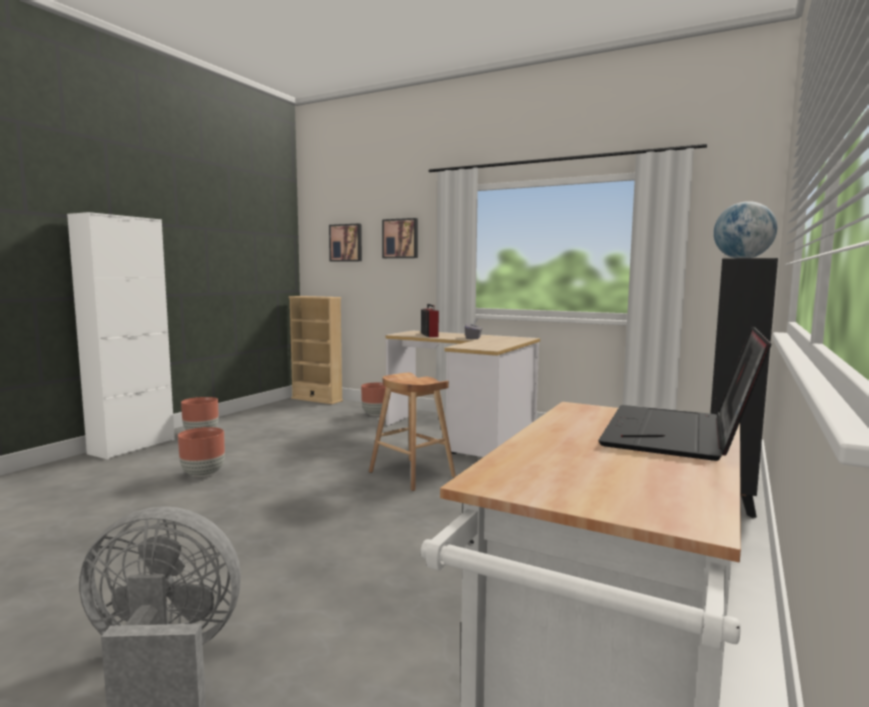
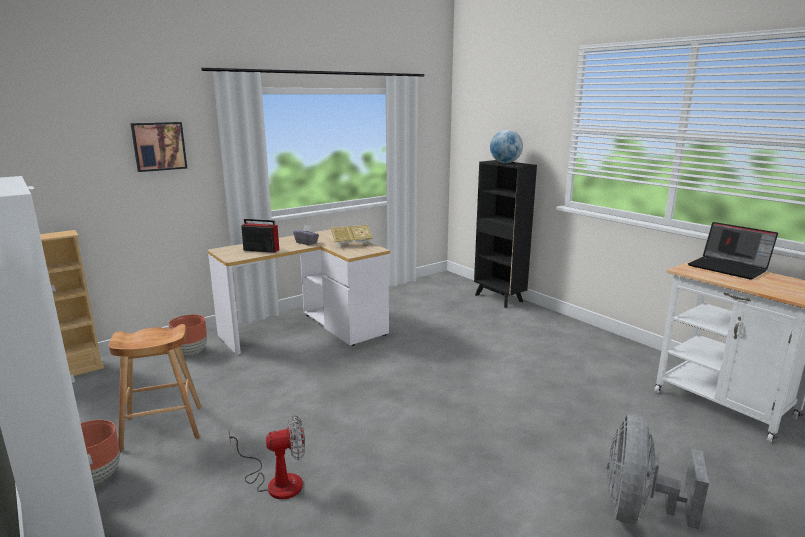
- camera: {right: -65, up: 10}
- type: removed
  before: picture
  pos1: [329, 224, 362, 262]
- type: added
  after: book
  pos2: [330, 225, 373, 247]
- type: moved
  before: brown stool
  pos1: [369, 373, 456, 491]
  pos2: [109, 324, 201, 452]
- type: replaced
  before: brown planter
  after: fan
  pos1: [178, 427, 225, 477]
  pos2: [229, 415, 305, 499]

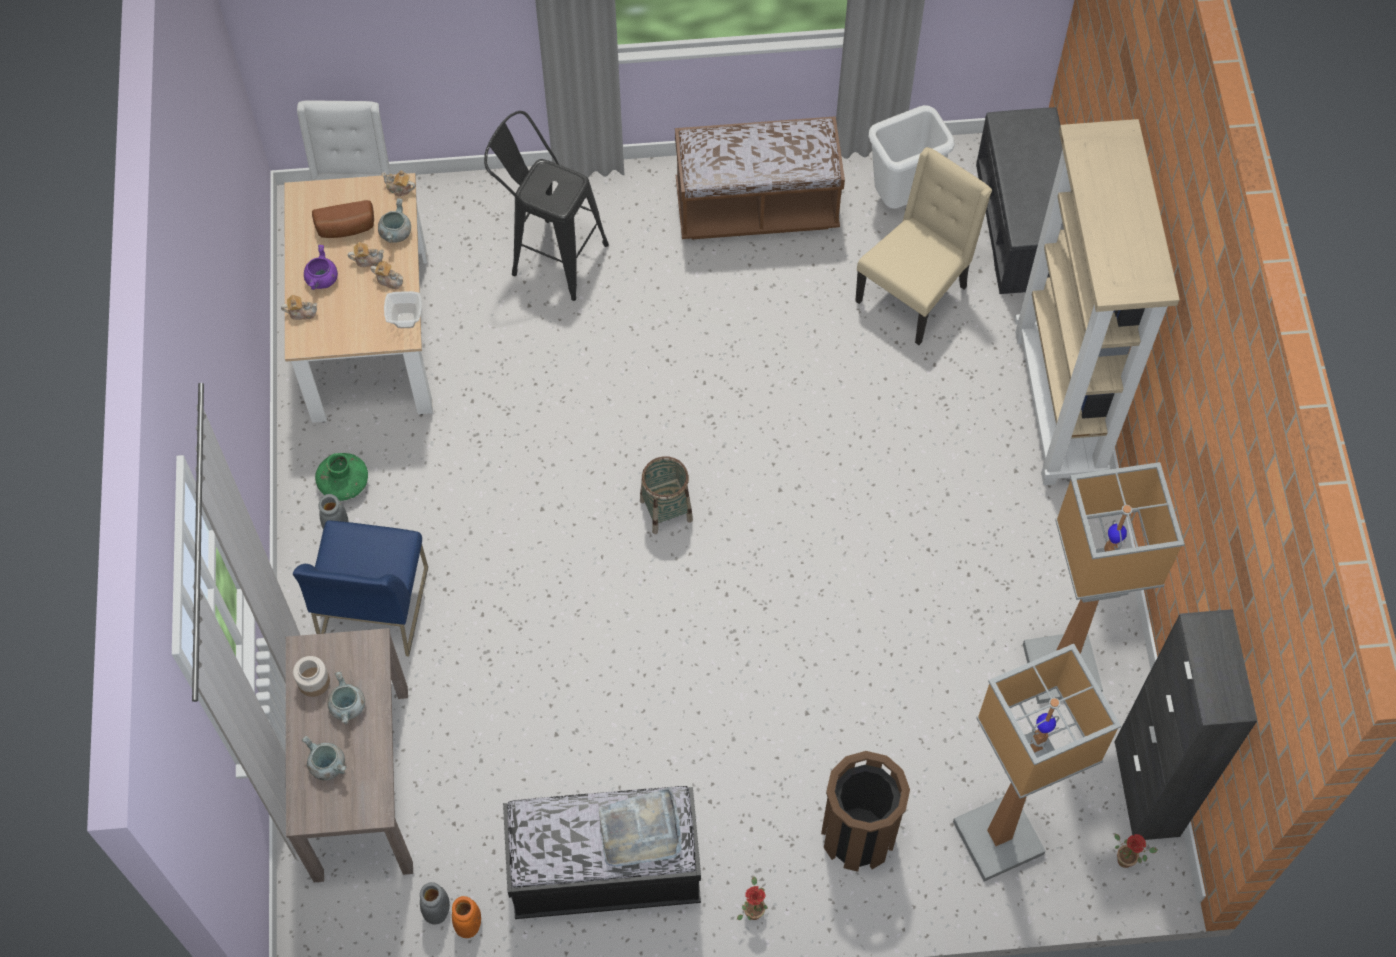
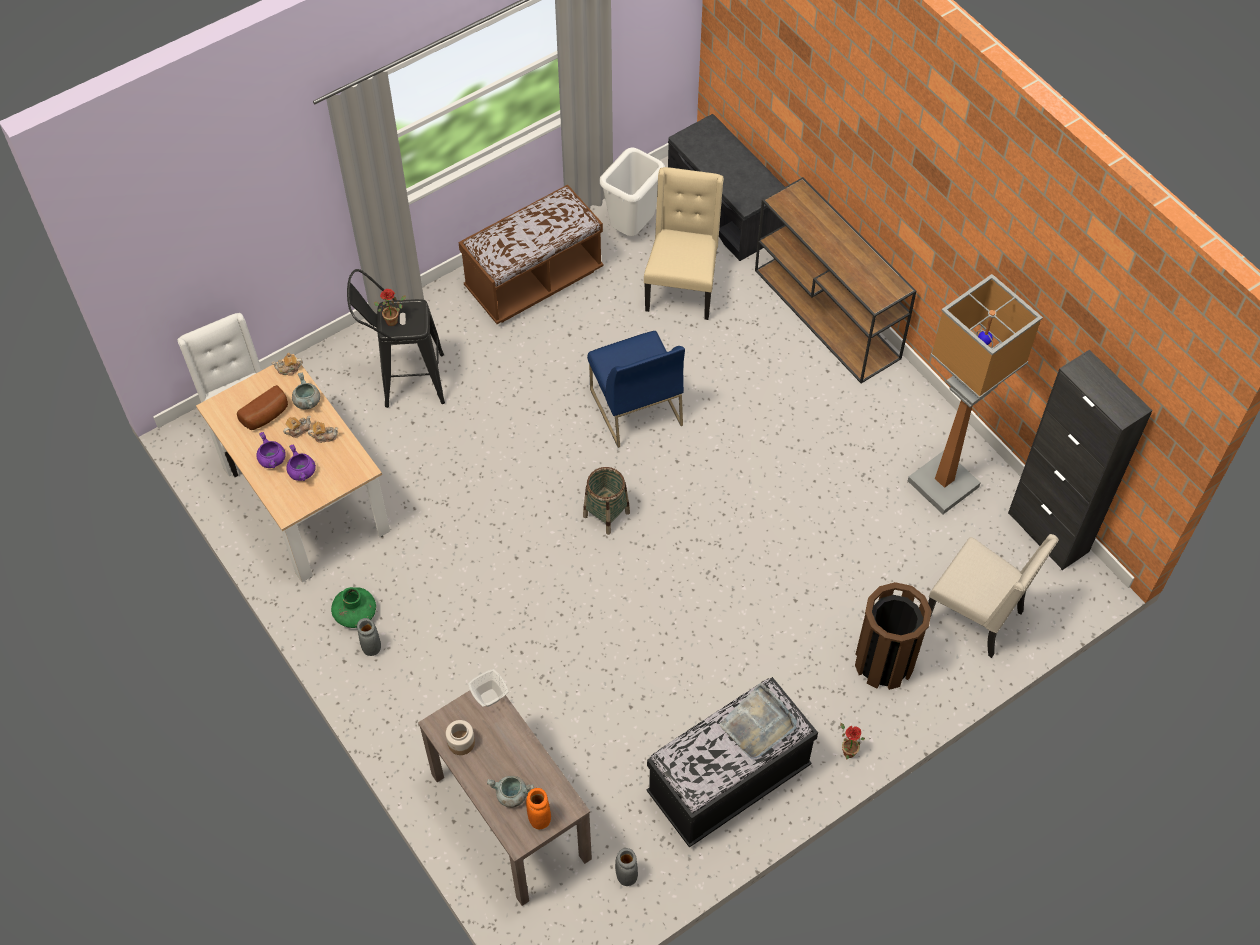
- camera: {right: -30, up: -5}
- type: removed
  before: teapot
  pos1: [281, 295, 318, 320]
- type: removed
  before: grey cooking pot
  pos1: [327, 672, 365, 724]
- type: added
  after: purple cooking pot
  pos2: [286, 444, 316, 481]
- type: moved
  before: blue chair
  pos1: [293, 520, 428, 657]
  pos2: [587, 331, 685, 448]
- type: moved
  before: bowl
  pos1: [384, 291, 422, 328]
  pos2: [468, 669, 508, 707]
- type: moved
  before: orange vase
  pos1: [452, 896, 481, 938]
  pos2: [526, 788, 551, 829]
- type: moved
  before: potted plant
  pos1: [1114, 834, 1158, 868]
  pos2: [374, 289, 406, 326]
- type: replaced
  before: floor lamp
  after: beige chair
  pos1: [953, 644, 1121, 881]
  pos2: [928, 534, 1059, 658]
- type: replaced
  before: beige bookcase
  after: brown console table
  pos1: [1015, 119, 1180, 485]
  pos2: [755, 177, 916, 383]

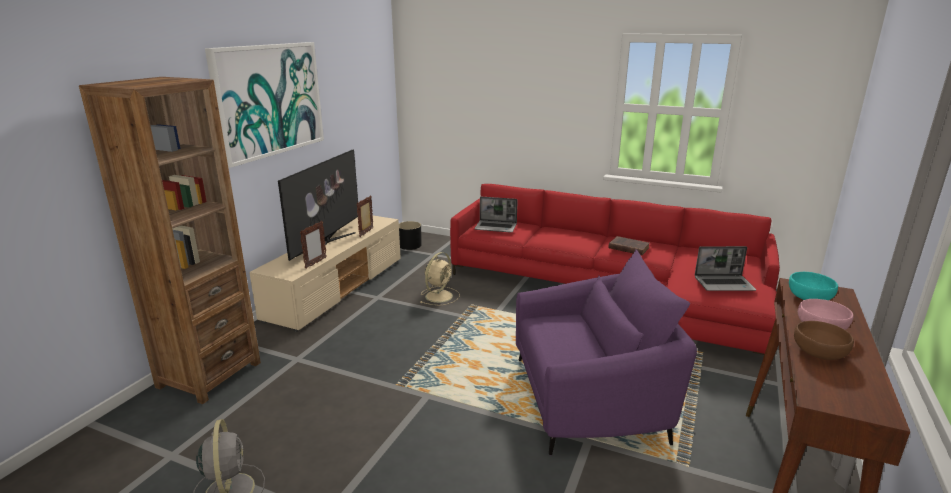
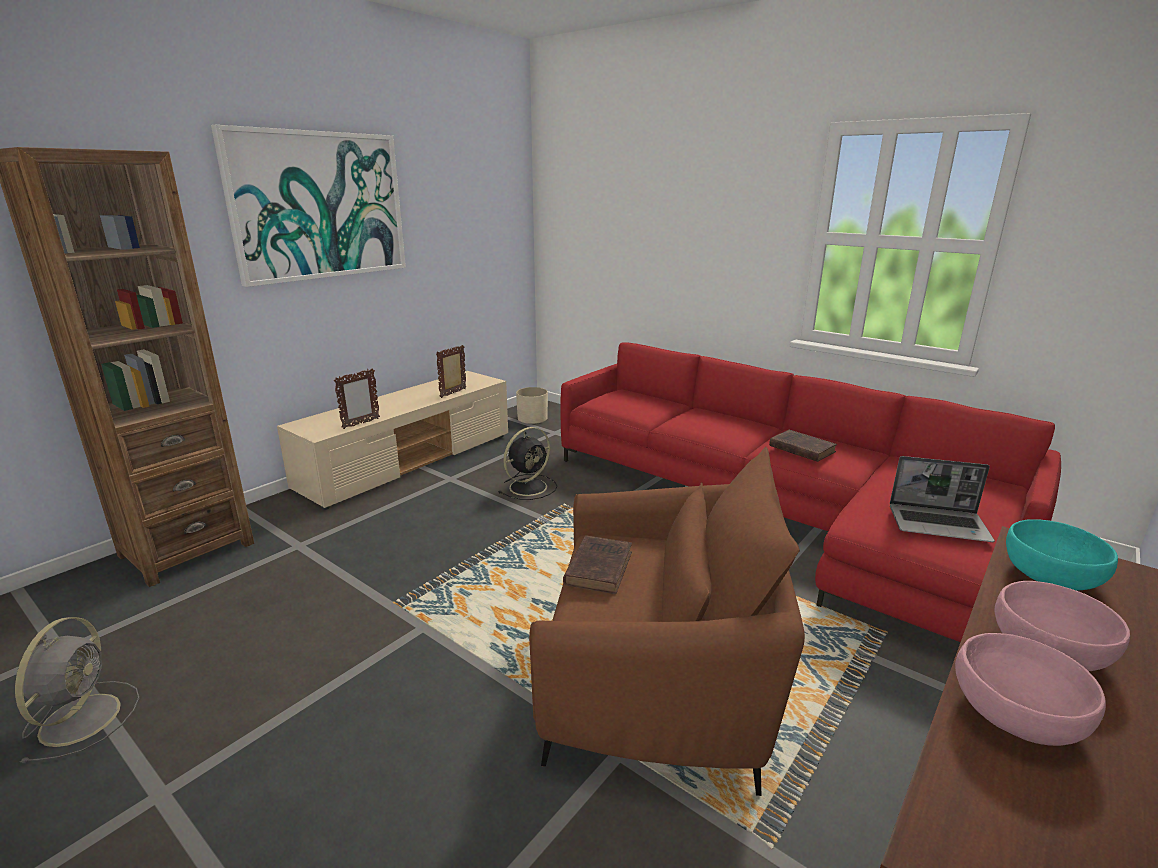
- camera: {right: 15, up: 0}
- type: removed
  before: television
  pos1: [278, 149, 359, 261]
- type: removed
  before: laptop
  pos1: [474, 197, 518, 232]
- type: added
  after: brown book
  pos2: [563, 535, 632, 594]
- type: recoloured
  before: black planter
  after: beige planter
  pos1: [399, 221, 421, 250]
  pos2: [516, 387, 548, 424]
- type: recoloured
  before: beige fan
  after: black fan
  pos1: [420, 252, 460, 306]
  pos2: [499, 427, 557, 500]
- type: recoloured
  before: purple armchair
  after: brown armchair
  pos1: [516, 250, 697, 455]
  pos2: [529, 447, 805, 796]
- type: recoloured
  before: brown bowl
  after: pink bowl
  pos1: [794, 321, 854, 360]
  pos2: [955, 633, 1106, 746]

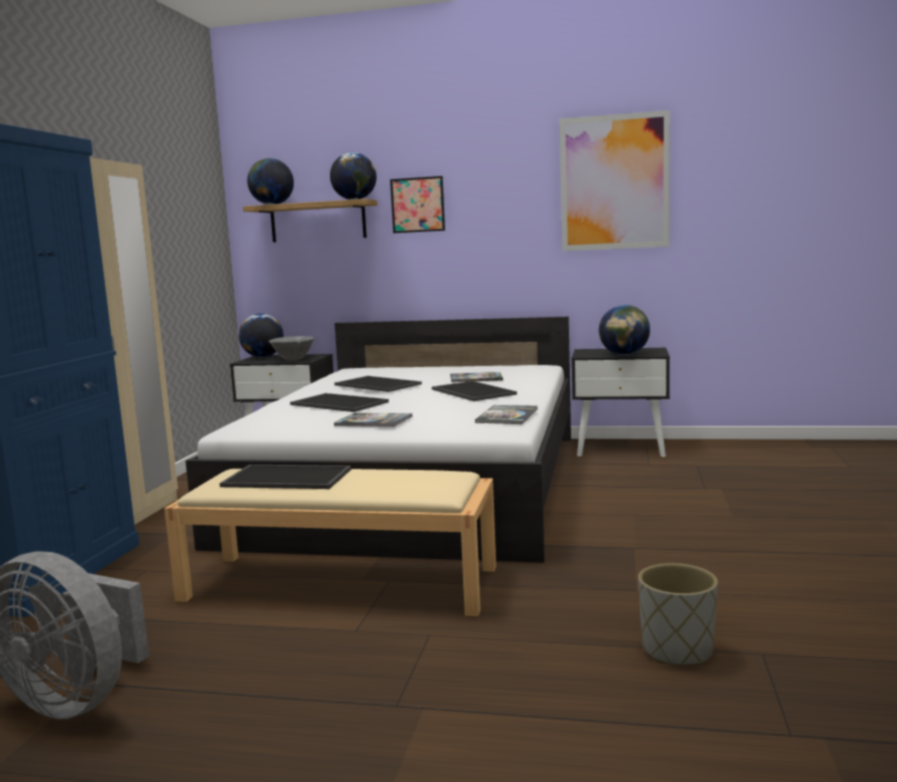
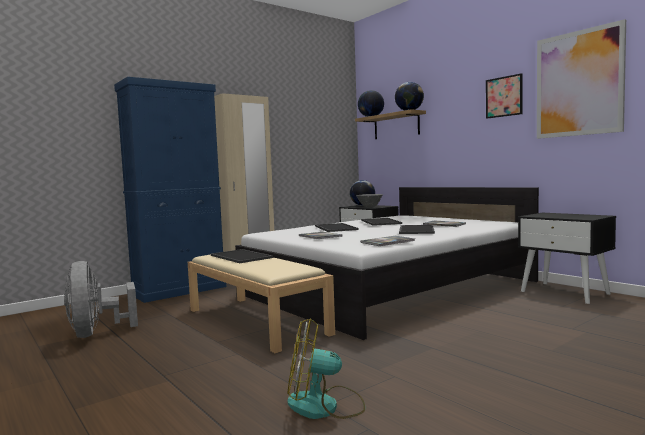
- camera: {right: 40, up: -5}
- type: removed
  before: globe
  pos1: [599, 305, 650, 355]
- type: moved
  before: picture
  pos1: [390, 176, 445, 233]
  pos2: [486, 73, 523, 119]
- type: replaced
  before: grey planter
  after: fan
  pos1: [638, 563, 718, 665]
  pos2: [287, 318, 365, 419]

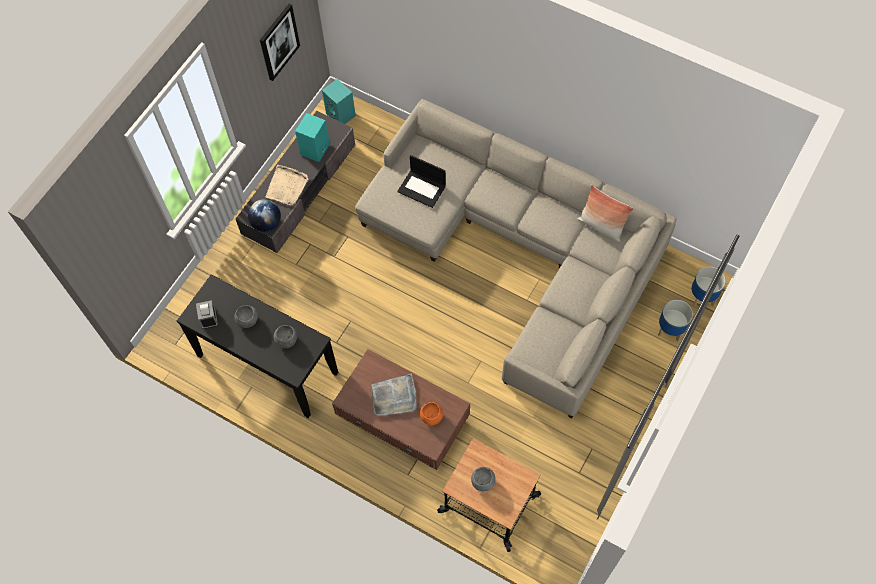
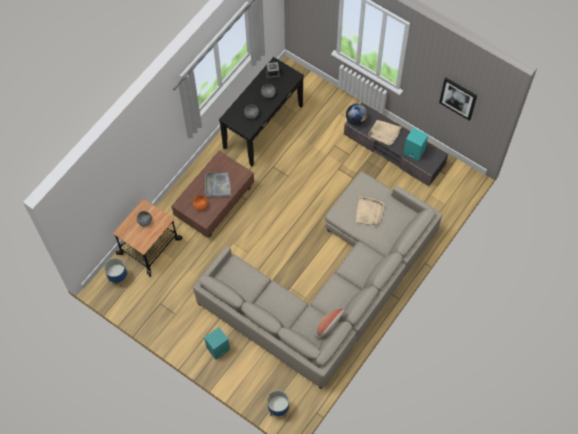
- camera: {right: 95, up: 0}
- type: moved
  before: turquoise speaker
  pos1: [322, 79, 356, 124]
  pos2: [204, 327, 230, 360]
- type: moved
  before: planter
  pos1: [658, 300, 693, 342]
  pos2: [104, 258, 128, 287]
- type: replaced
  before: laptop
  after: beige tray
  pos1: [397, 155, 446, 208]
  pos2: [356, 196, 385, 226]

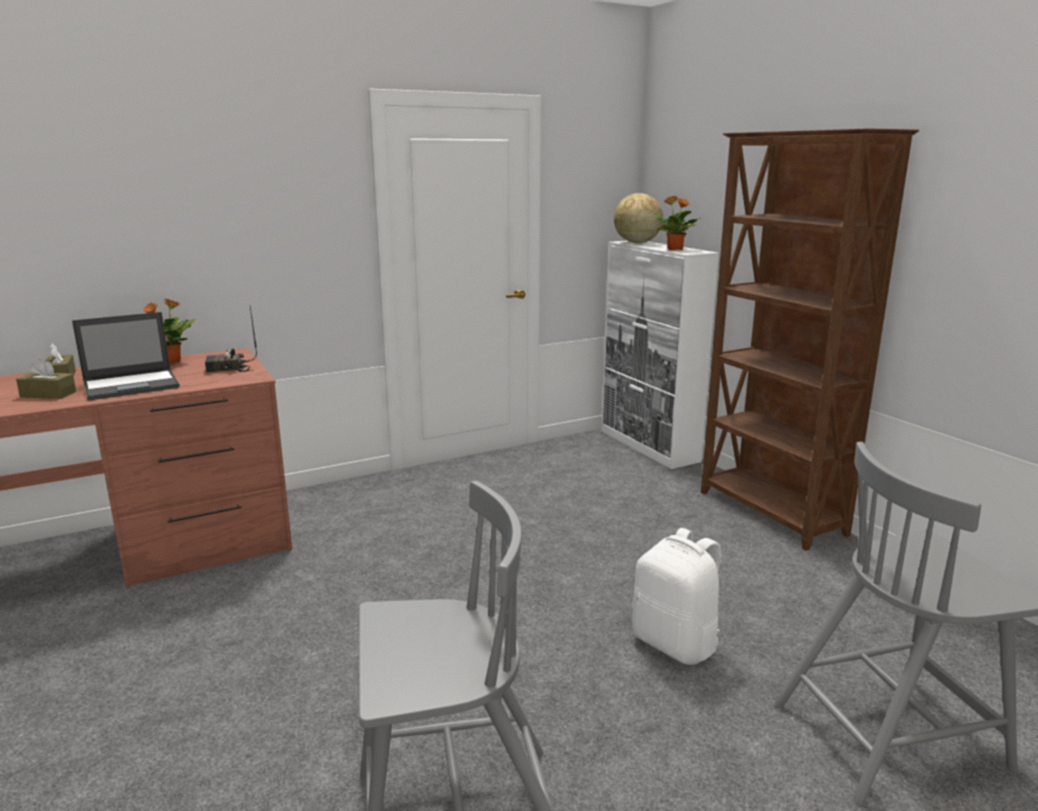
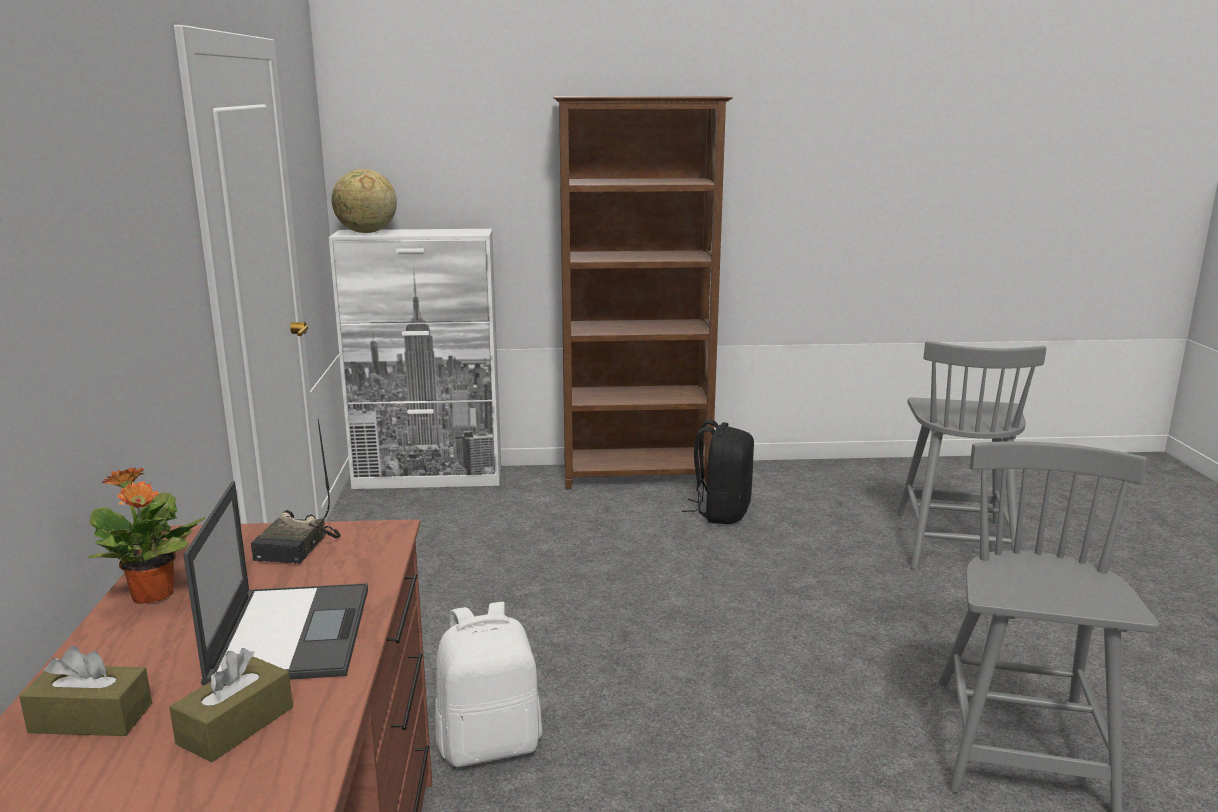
- camera: {right: -65, up: 0}
- type: removed
  before: potted plant
  pos1: [655, 196, 700, 250]
- type: added
  after: black backpack
  pos2: [682, 420, 754, 524]
- type: moved
  before: white backpack
  pos1: [632, 528, 721, 665]
  pos2: [435, 602, 543, 767]

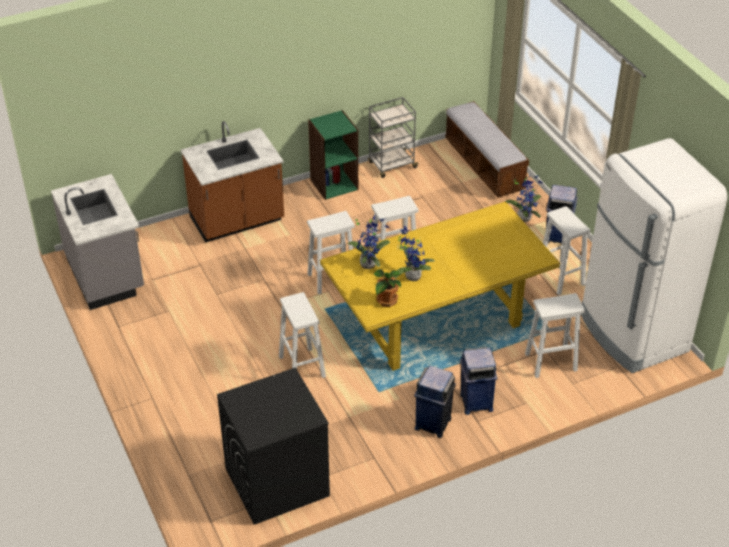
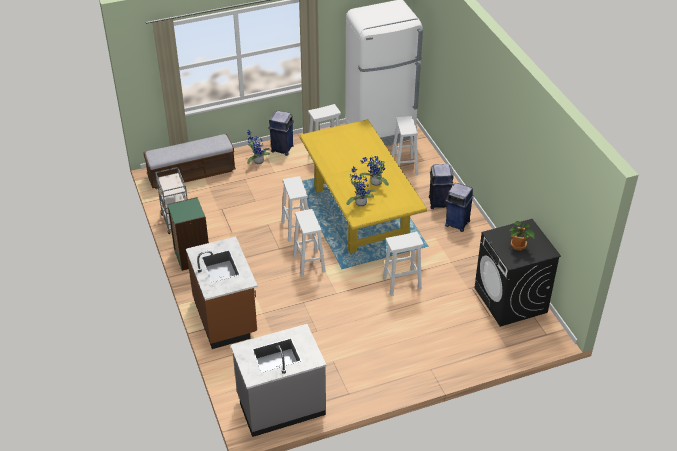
- camera: {right: -85, up: 0}
- type: moved
  before: potted plant
  pos1: [374, 269, 401, 307]
  pos2: [509, 221, 535, 251]

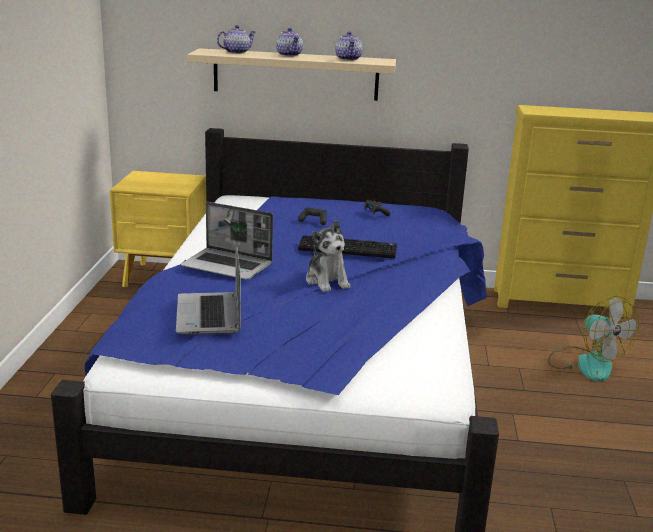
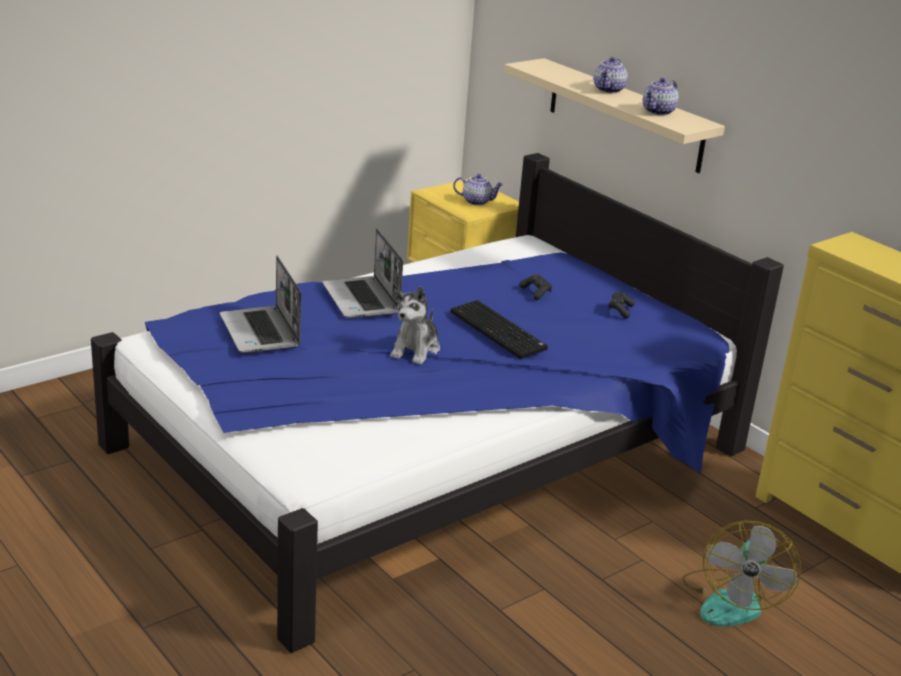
- camera: {right: 45, up: 5}
- type: moved
  before: teapot
  pos1: [217, 25, 256, 54]
  pos2: [453, 174, 503, 206]
- type: turned
  before: laptop
  pos1: [176, 242, 241, 335]
  pos2: [220, 256, 301, 353]
  turn: -60

